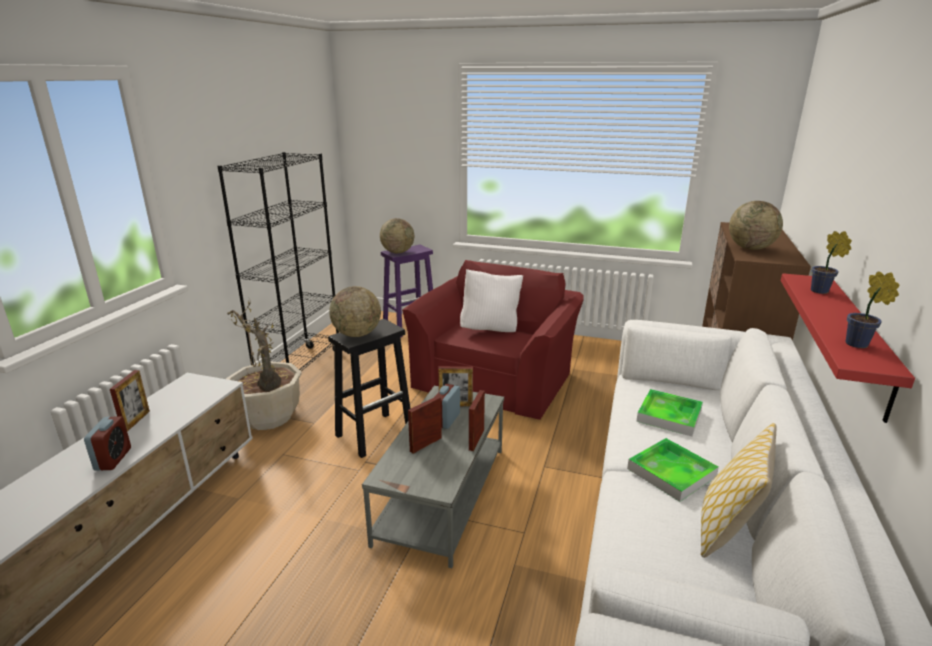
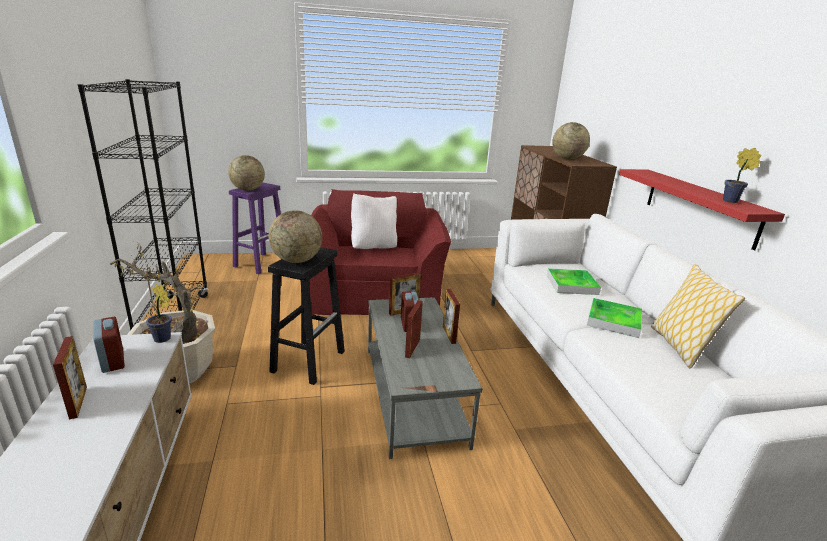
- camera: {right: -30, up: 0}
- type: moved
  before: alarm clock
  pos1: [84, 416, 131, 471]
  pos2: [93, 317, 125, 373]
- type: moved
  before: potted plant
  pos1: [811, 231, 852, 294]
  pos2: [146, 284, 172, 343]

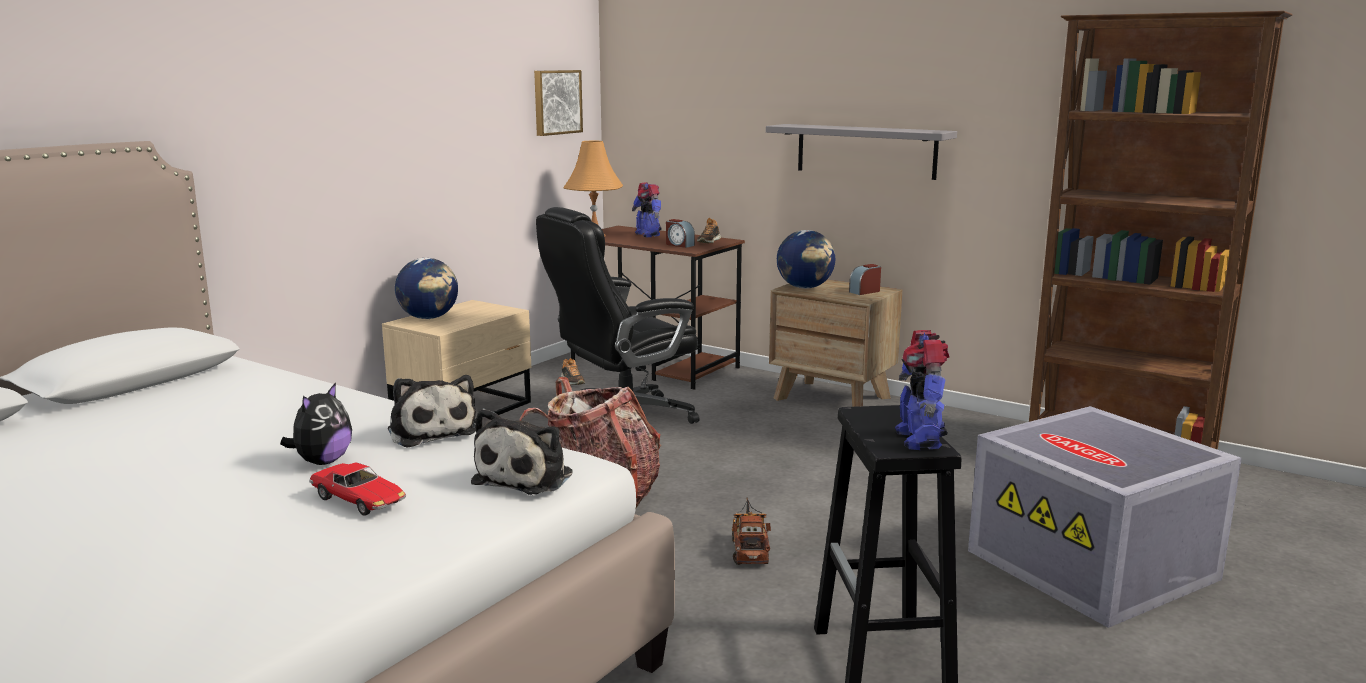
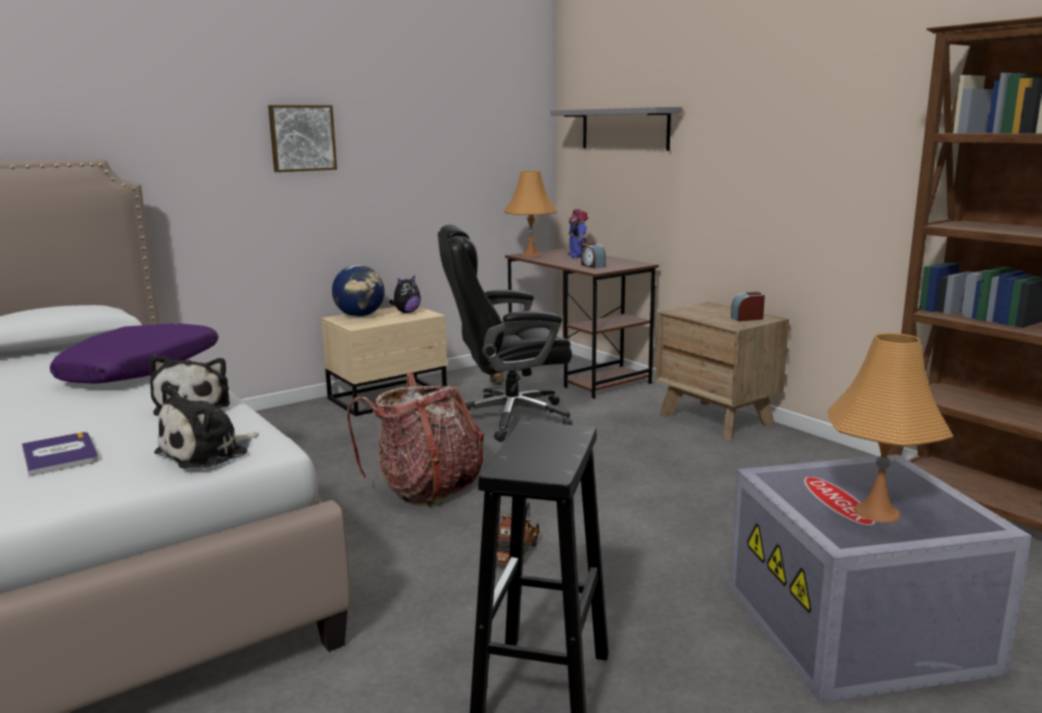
- camera: {right: 20, up: 0}
- type: removed
  before: shoe
  pos1: [697, 218, 721, 243]
- type: removed
  before: globe
  pos1: [777, 230, 835, 289]
- type: removed
  before: toy robot
  pos1: [895, 330, 950, 450]
- type: added
  after: purple pillow
  pos2: [50, 323, 218, 384]
- type: added
  after: orange table lamp
  pos2: [827, 333, 954, 522]
- type: moved
  before: plush toy
  pos1: [280, 383, 352, 465]
  pos2: [389, 276, 421, 313]
- type: moved
  before: picture
  pos1: [534, 70, 583, 136]
  pos2: [268, 105, 337, 172]
- type: moved
  before: grey shelf
  pos1: [766, 124, 957, 180]
  pos2: [550, 107, 683, 151]
- type: replaced
  before: toy car
  after: book
  pos1: [309, 462, 406, 516]
  pos2: [22, 432, 99, 476]

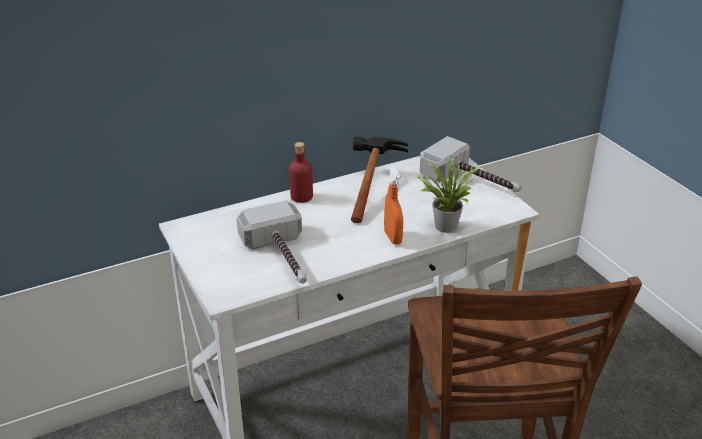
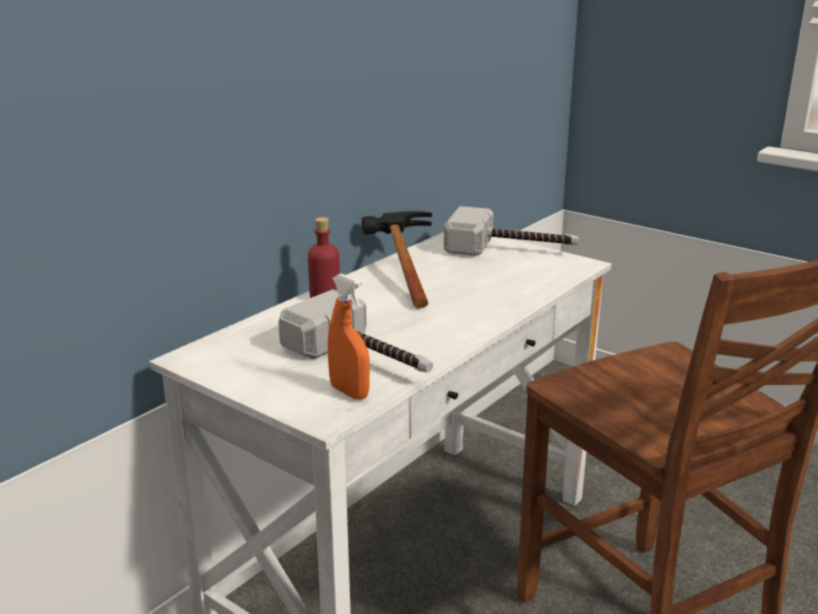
- camera: {right: -25, up: -10}
- type: removed
  before: potted plant
  pos1: [417, 157, 482, 233]
- type: moved
  before: orange spray bottle
  pos1: [384, 167, 403, 245]
  pos2: [328, 273, 370, 400]

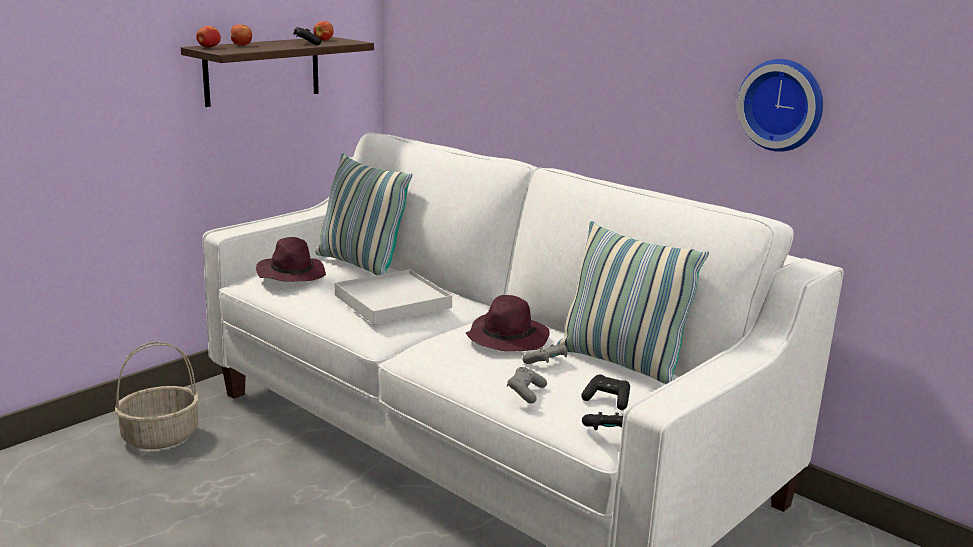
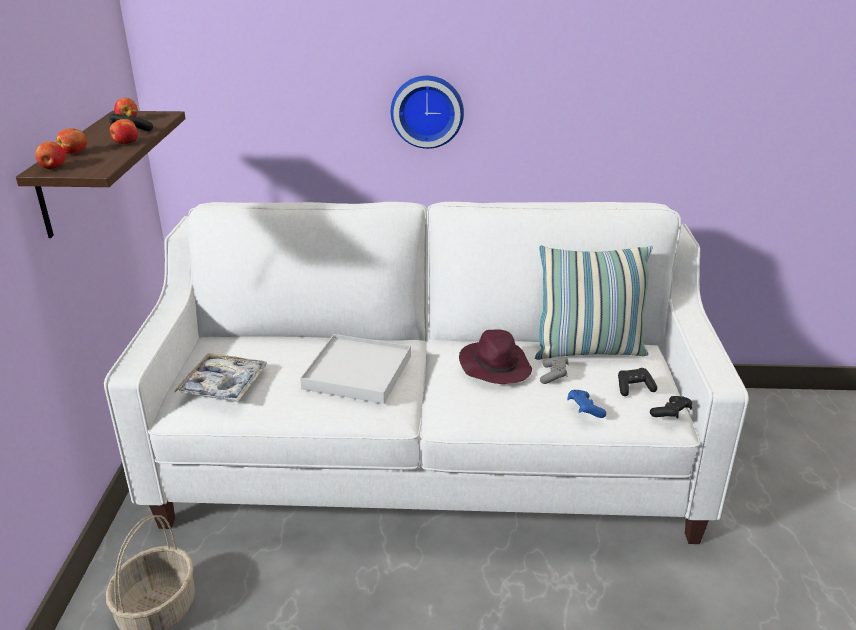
- camera: {right: -40, up: 10}
- type: removed
  before: pillow
  pos1: [316, 153, 413, 275]
- type: added
  after: apple
  pos2: [110, 119, 138, 144]
- type: moved
  before: wall clock
  pos1: [737, 59, 823, 152]
  pos2: [391, 76, 464, 149]
- type: replaced
  before: purple hat
  after: tray
  pos1: [256, 237, 326, 282]
  pos2: [174, 353, 267, 402]
- type: recoloured
  before: grey game controller
  after: blue game controller
  pos1: [507, 367, 547, 403]
  pos2: [567, 390, 606, 418]

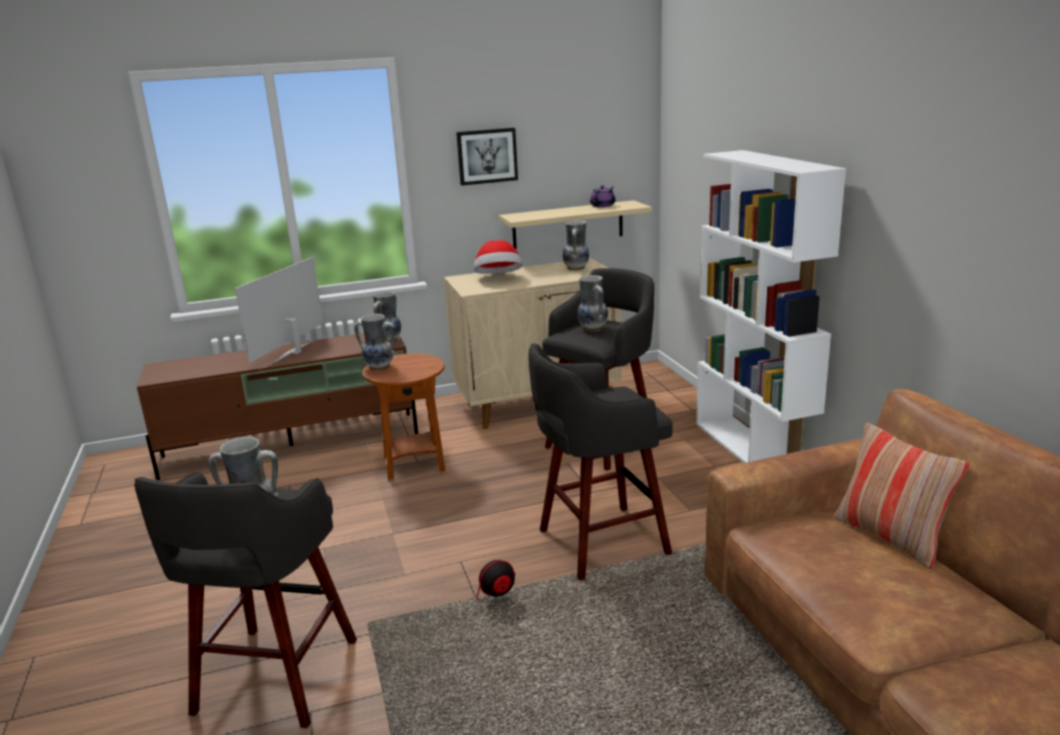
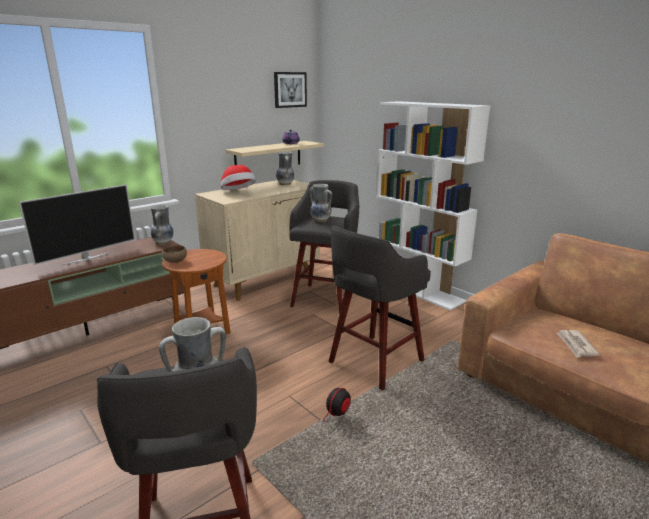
- camera: {right: -25, up: 0}
- type: removed
  before: pillow
  pos1: [834, 422, 969, 569]
- type: added
  after: newspaper
  pos2: [557, 330, 600, 357]
- type: moved
  before: picture
  pos1: [456, 128, 518, 186]
  pos2: [274, 72, 307, 108]
- type: replaced
  before: vase
  after: brown bowl
  pos1: [354, 314, 395, 371]
  pos2: [162, 245, 187, 263]
- type: turned
  before: television
  pos1: [235, 257, 323, 363]
  pos2: [19, 184, 135, 266]
  turn: -135

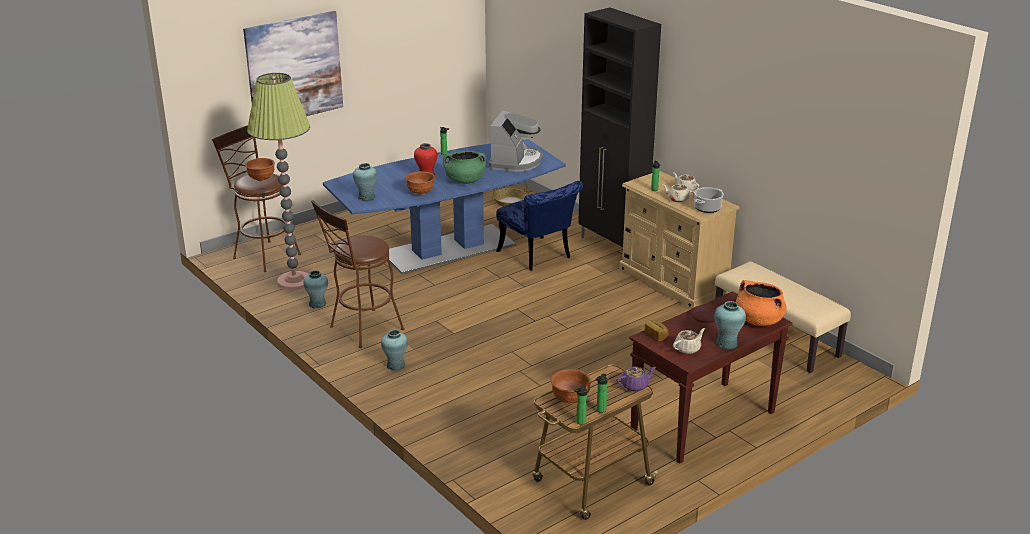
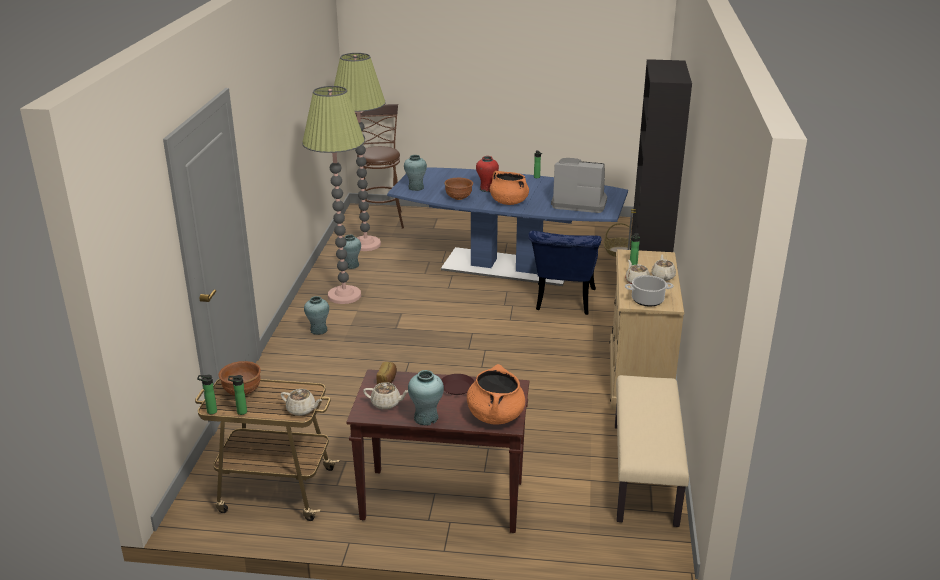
- camera: {right: 45, up: 0}
- type: removed
  before: picture
  pos1: [243, 11, 343, 116]
- type: removed
  before: brown bowl
  pos1: [245, 158, 275, 181]
- type: replaced
  before: brown stool
  after: floor lamp
  pos1: [311, 200, 404, 348]
  pos2: [302, 86, 365, 304]
- type: recoloured
  before: green cooking pot
  after: orange cooking pot
  pos1: [443, 151, 486, 184]
  pos2: [490, 171, 529, 205]
- type: recoloured
  before: purple teapot
  after: beige teapot
  pos1: [616, 366, 656, 392]
  pos2: [281, 389, 322, 416]
- type: turned
  before: coffee machine
  pos1: [489, 110, 543, 172]
  pos2: [551, 158, 607, 213]
  turn: -135

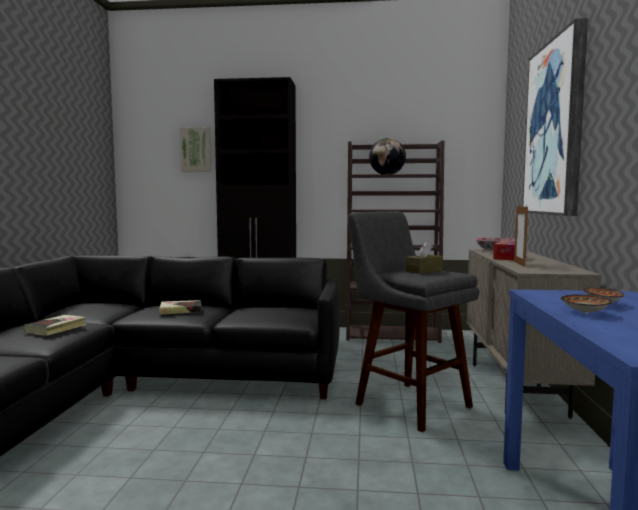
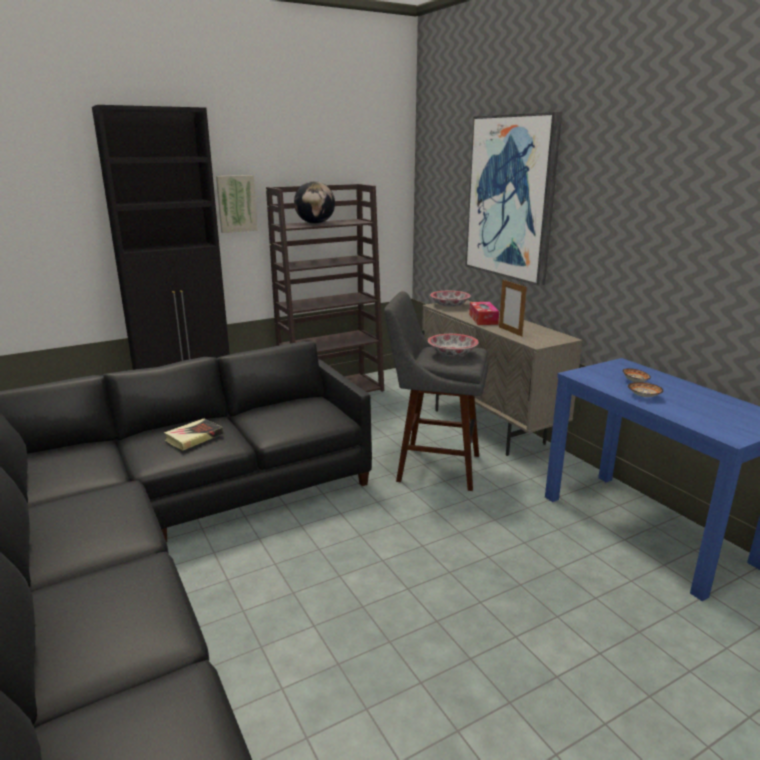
- camera: {right: -35, up: 15}
- type: removed
  before: book
  pos1: [24, 315, 87, 336]
- type: moved
  before: picture
  pos1: [180, 127, 211, 172]
  pos2: [216, 175, 258, 233]
- type: replaced
  before: brown tissue box
  after: bowl
  pos1: [406, 242, 443, 274]
  pos2: [428, 334, 479, 356]

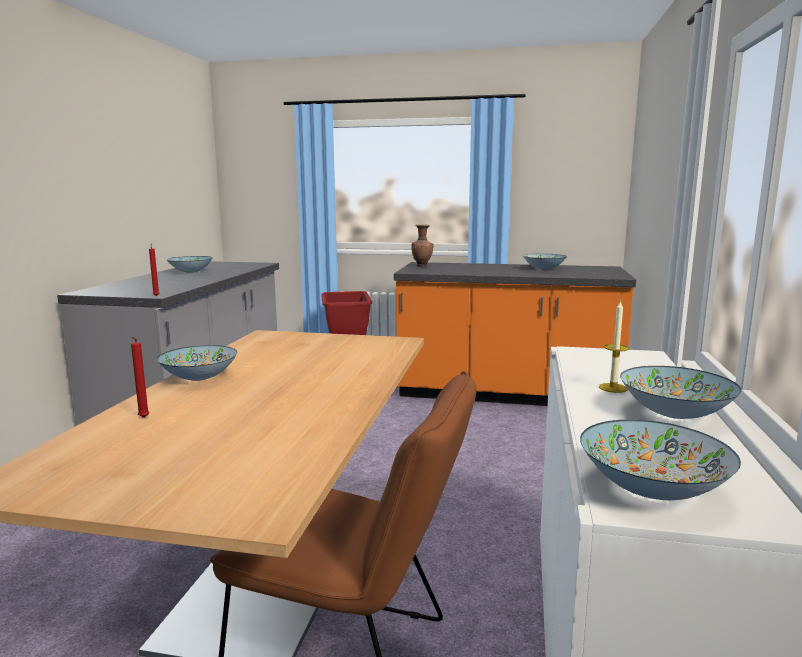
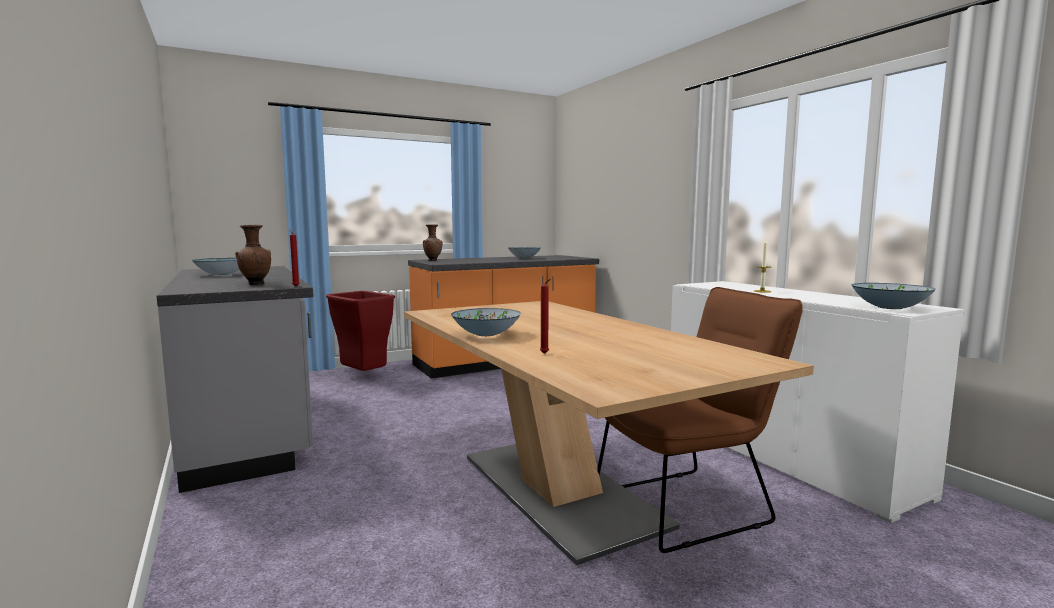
- camera: {right: -40, up: -5}
- type: removed
  before: bowl
  pos1: [620, 366, 742, 419]
- type: added
  after: brown vase
  pos2: [235, 225, 271, 285]

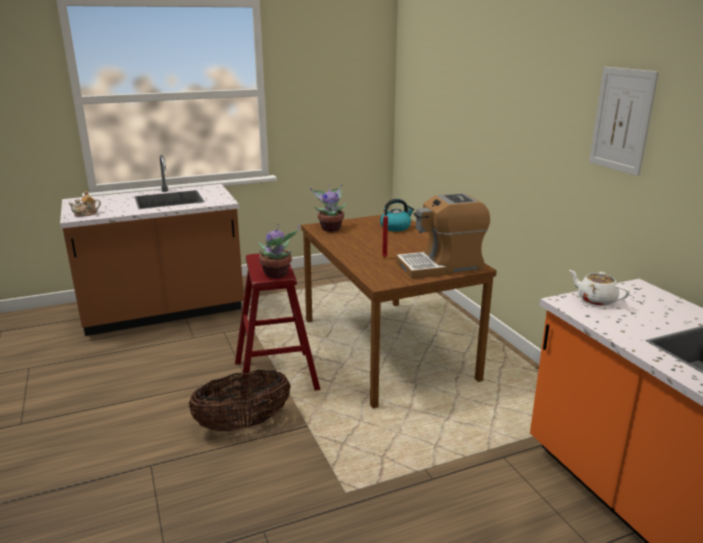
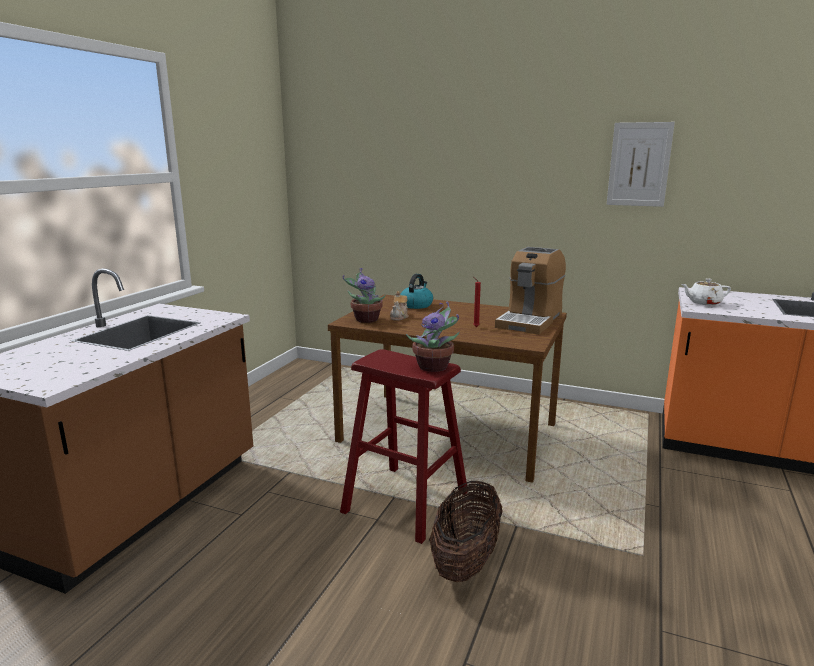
- camera: {right: -45, up: -5}
- type: moved
  before: teapot
  pos1: [68, 191, 101, 216]
  pos2: [390, 291, 409, 321]

